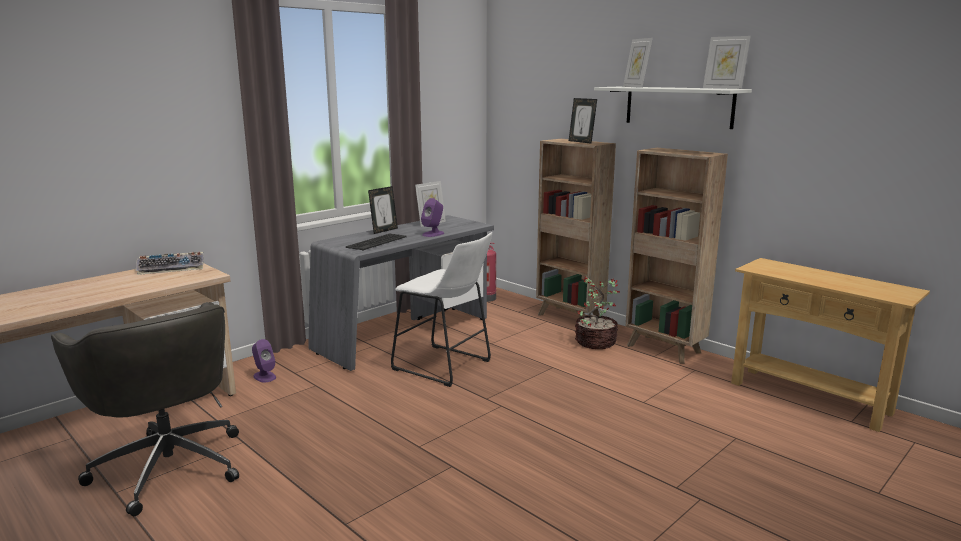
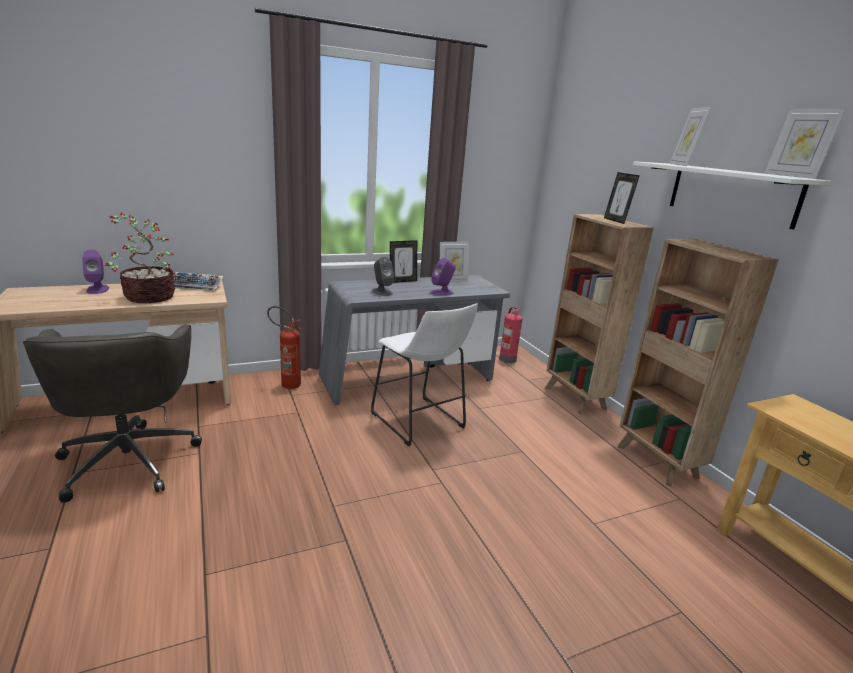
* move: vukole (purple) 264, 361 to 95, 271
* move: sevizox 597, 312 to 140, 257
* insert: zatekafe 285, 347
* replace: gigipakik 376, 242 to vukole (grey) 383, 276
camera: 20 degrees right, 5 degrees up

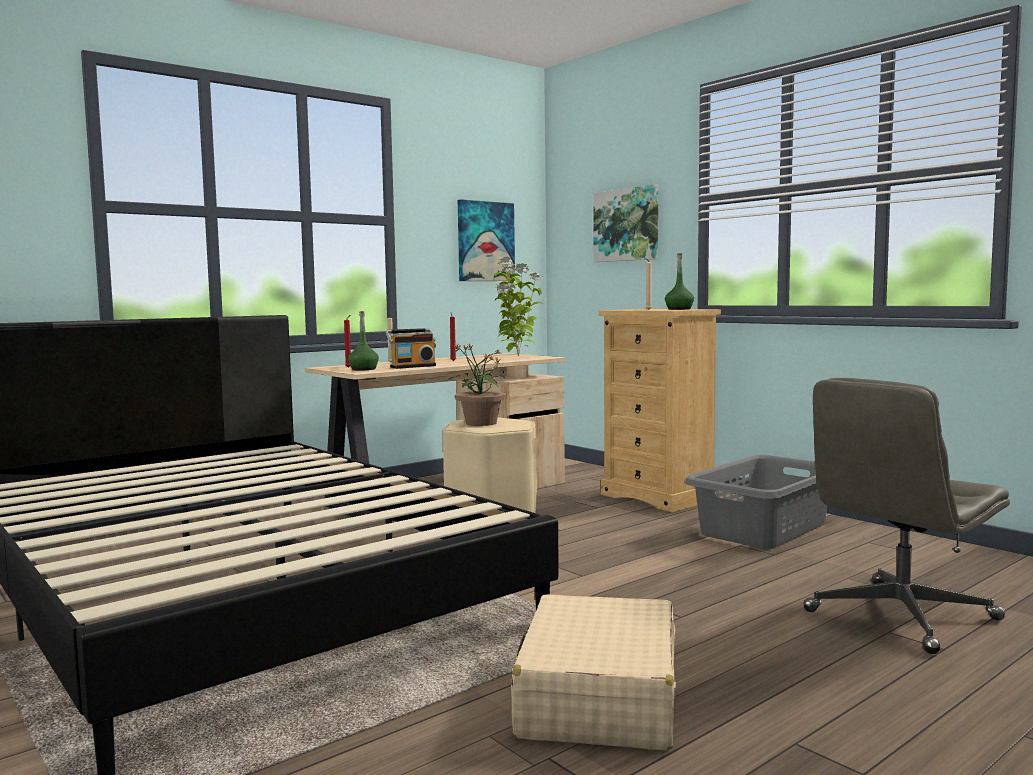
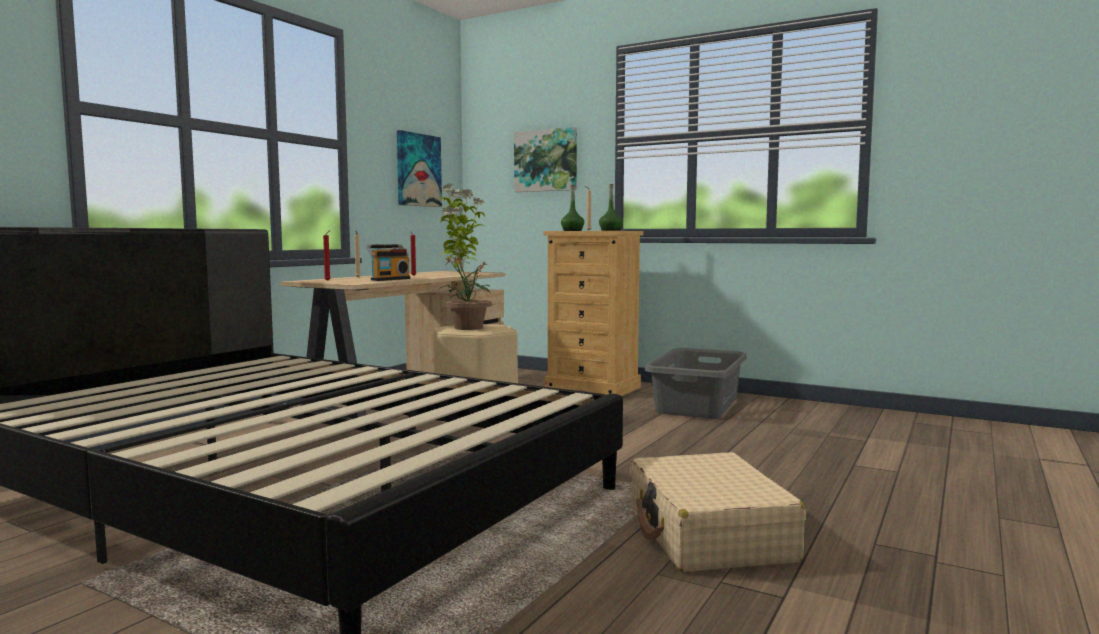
* move: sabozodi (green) 363, 340 to 572, 208
* delete: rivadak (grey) 906, 516
camera: 20 degrees left, 0 degrees up

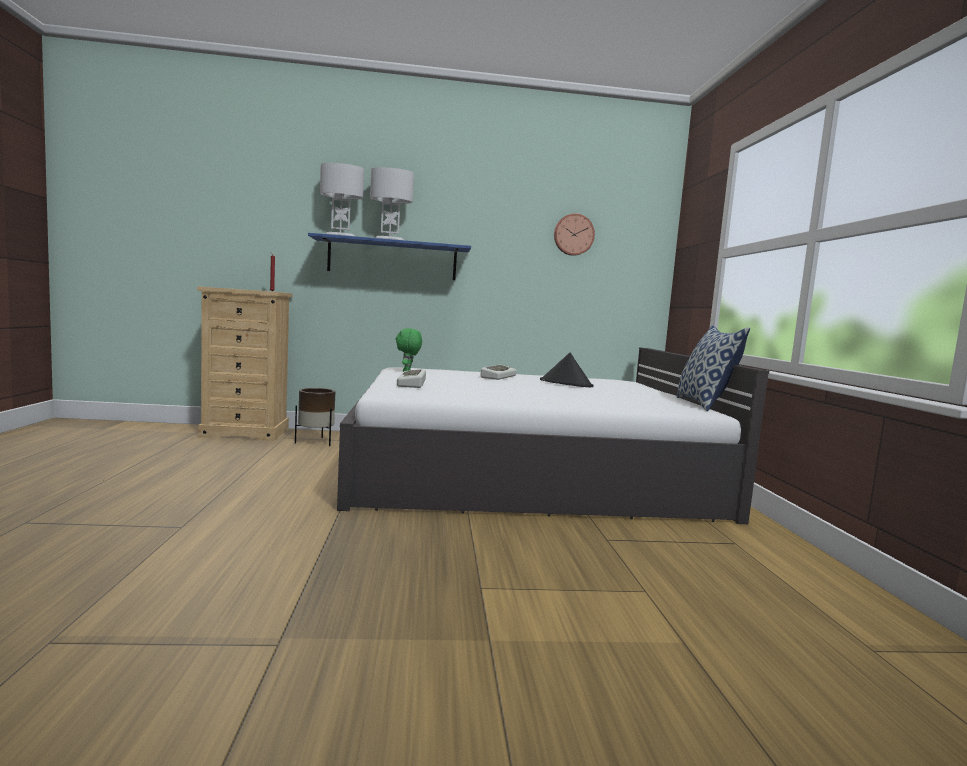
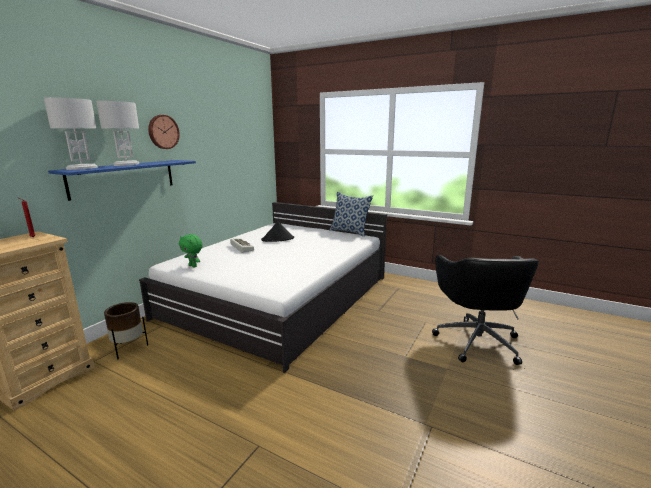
* move: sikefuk 574, 234 to 164, 132
* insert: rivadak (black) 485, 310
* delete: gigipakik 411, 378
camera: 55 degrees left, 10 degrees up

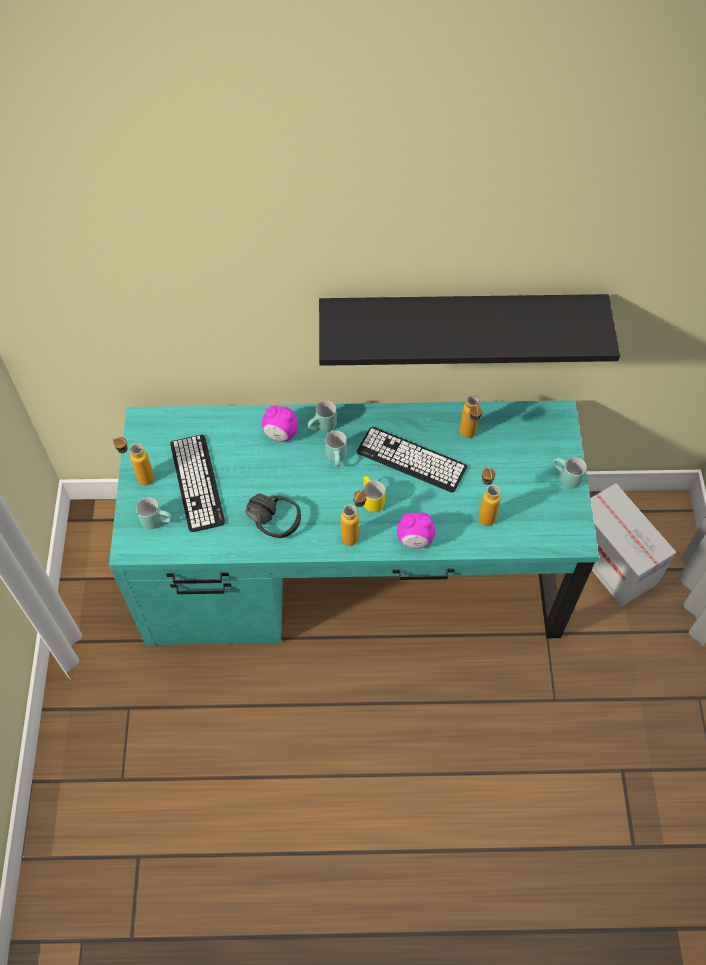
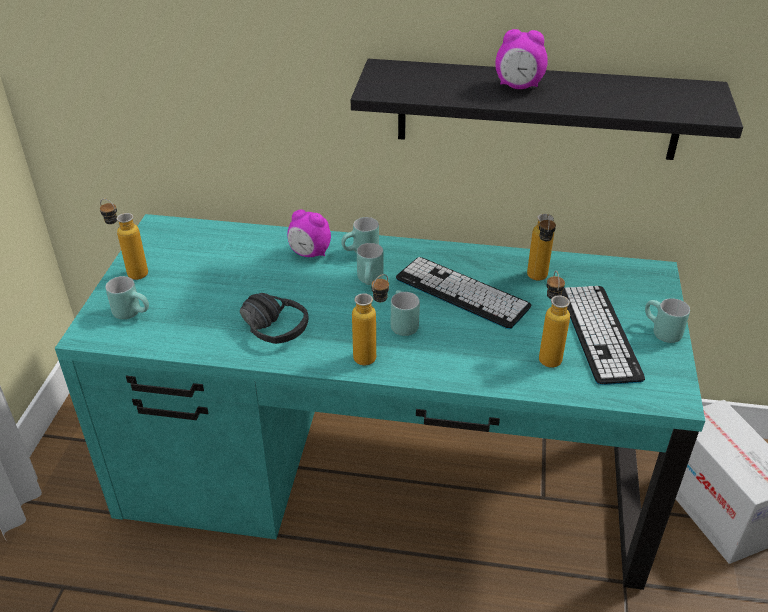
* recolor: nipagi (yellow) 374, 494 to nipagi (turquoise) 405, 313
* move: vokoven 416, 530 to 522, 59
* move: gigipakik 197, 483 to 603, 335
camera: 10 degrees right, 20 degrees down

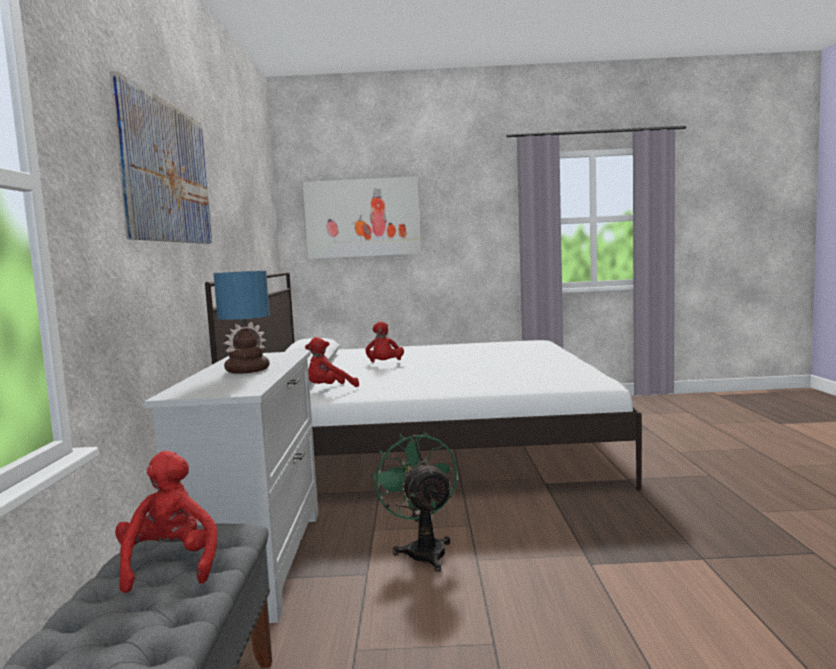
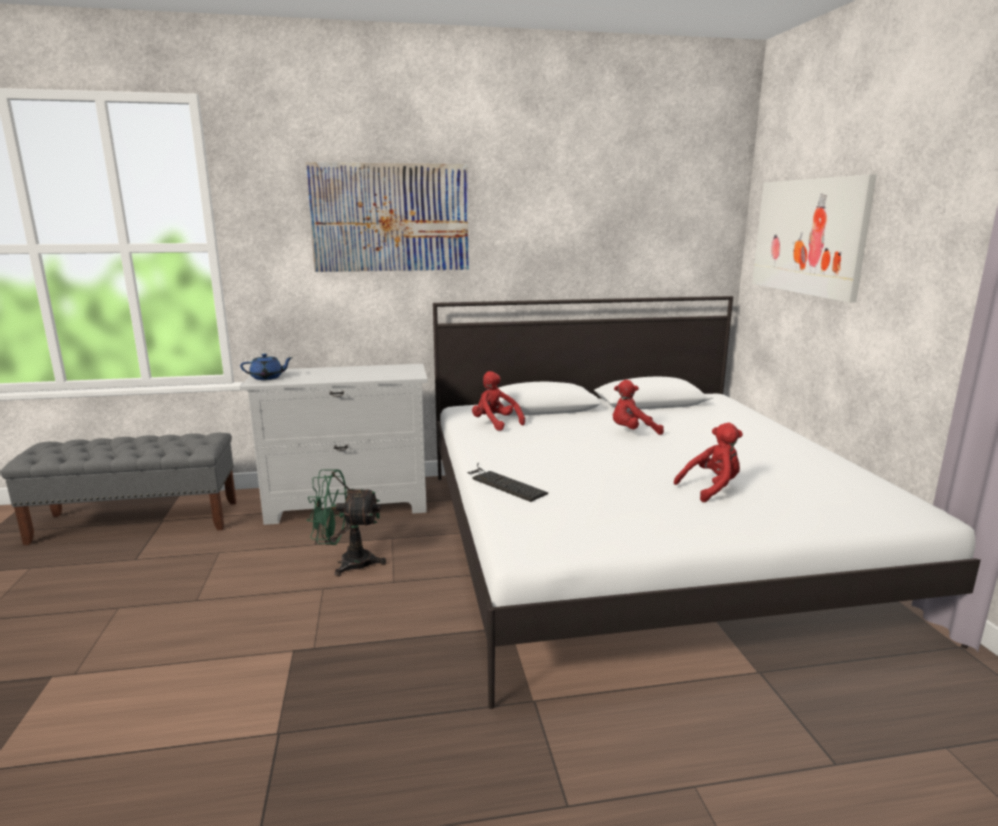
* insert: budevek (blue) 266, 367
* rotate: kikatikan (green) 414, 502 = 346, 523 150 degrees counterclockwise
* insert: gigipakik 507, 482
* move: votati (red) 166, 522 to 708, 462
* delete: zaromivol 242, 322
camera: 80 degrees right, 10 degrees up

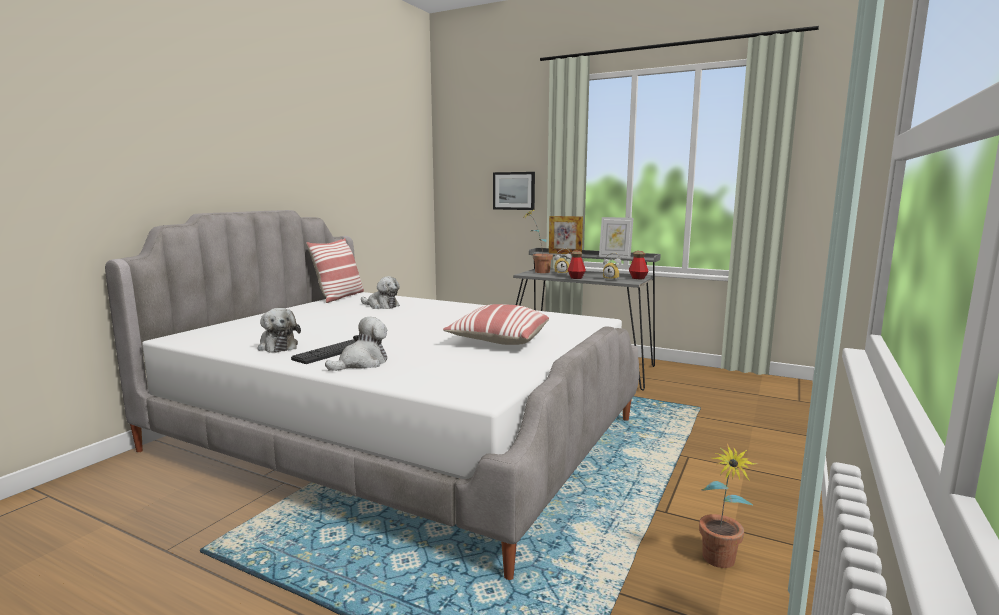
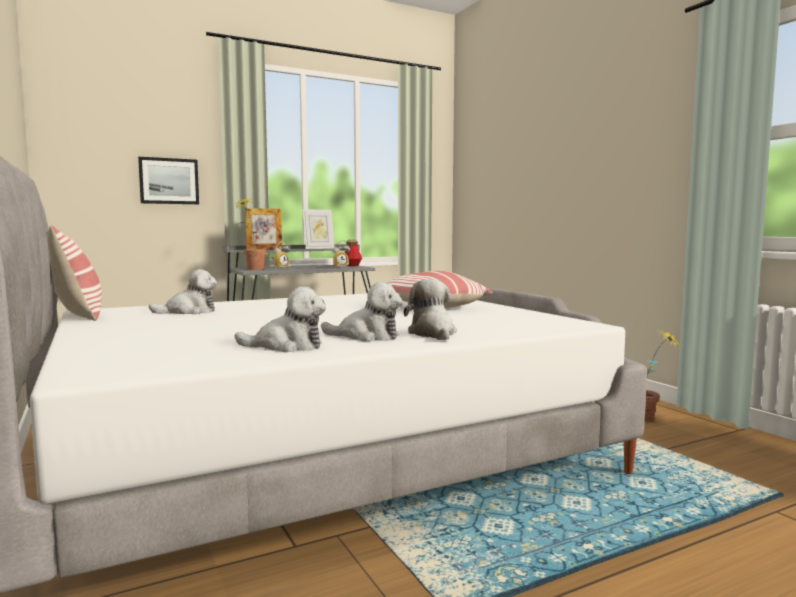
* replace: gigipakik 323, 351 to votati 361, 312
* delete: sabozodi 577, 265
camera: 55 degrees left, 5 degrees down

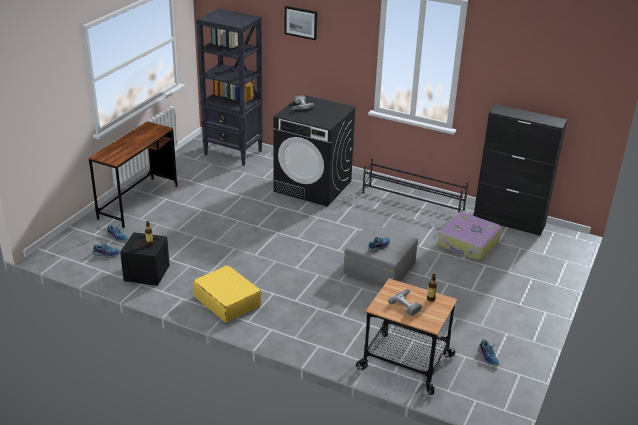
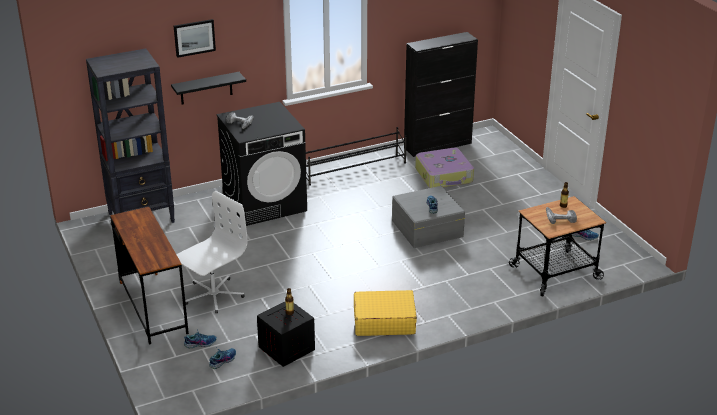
* insert: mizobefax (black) 208, 88
* insert: rivadak (white) 212, 252
camera: 50 degrees left, 0 degrees up

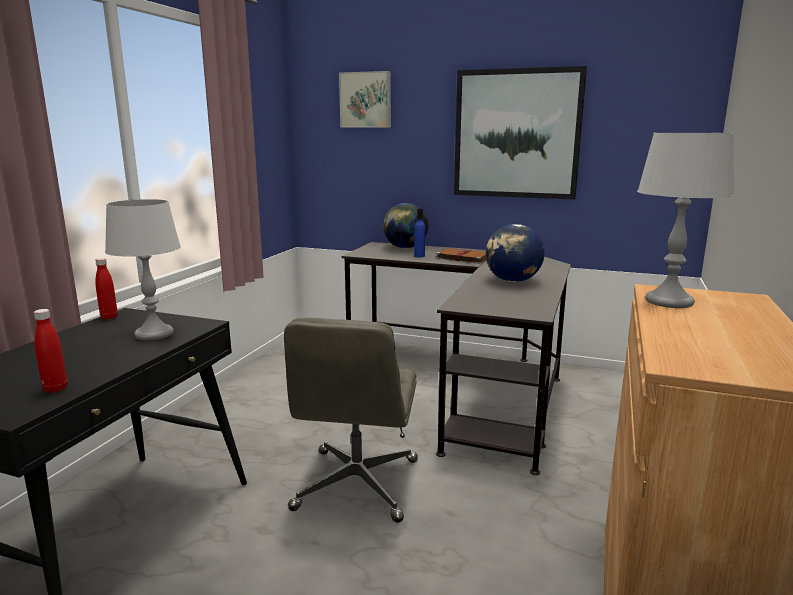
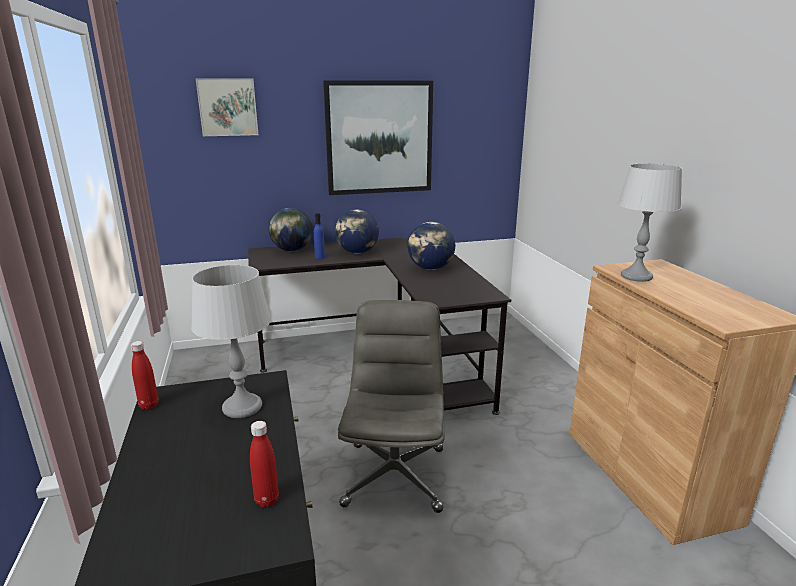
* replace: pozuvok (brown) 461, 256 to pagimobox 357, 232
* rotate: rivadak (grey) 351, 420 = 391, 406 150 degrees counterclockwise
camera: 35 degrees left, 5 degrees up

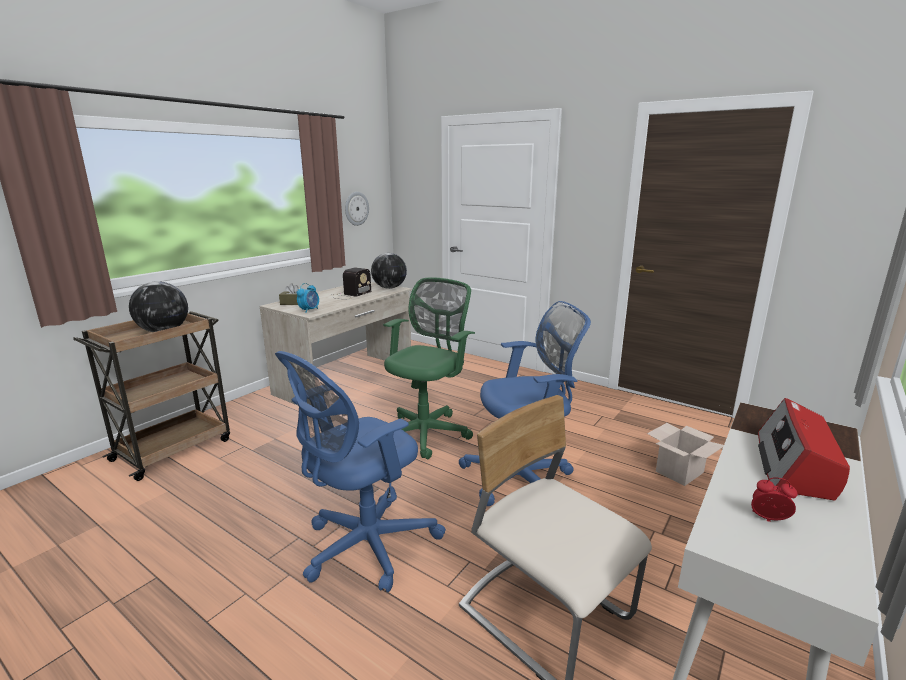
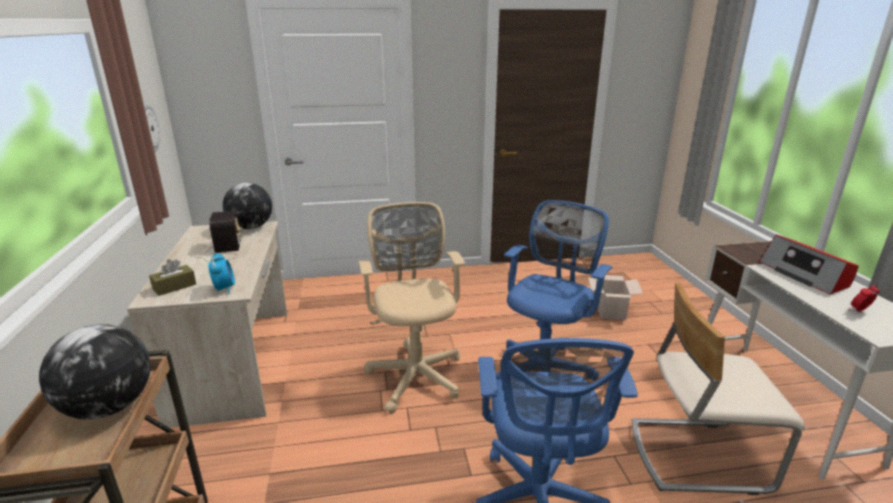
* recolor: rivadak (green) 429, 368 to rivadak (beige) 412, 308
camera: 45 degrees left, 5 degrees up

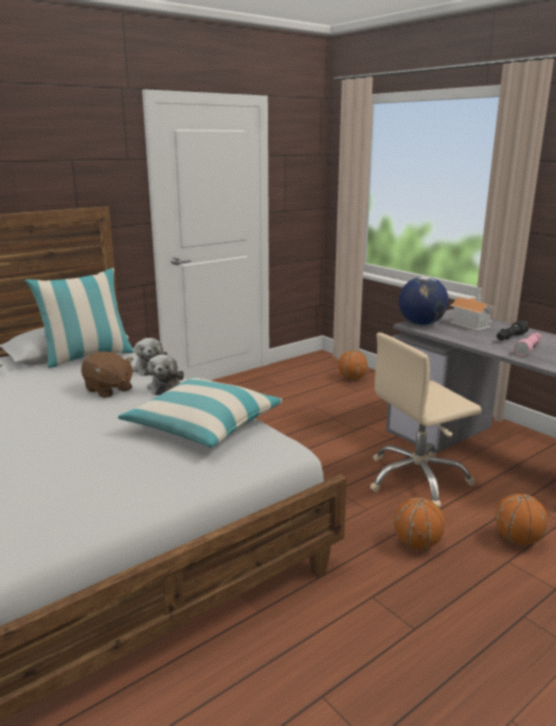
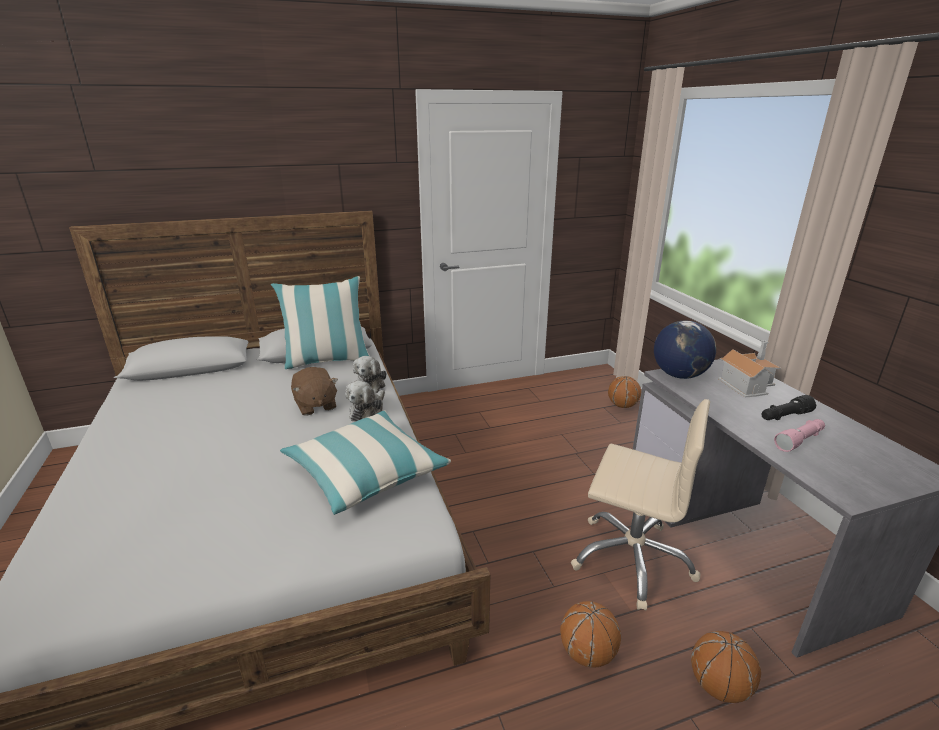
* rotate: rivadak (beige) 426, 420 = 640, 504 150 degrees counterclockwise
camera: 20 degrees right, 5 degrees up

